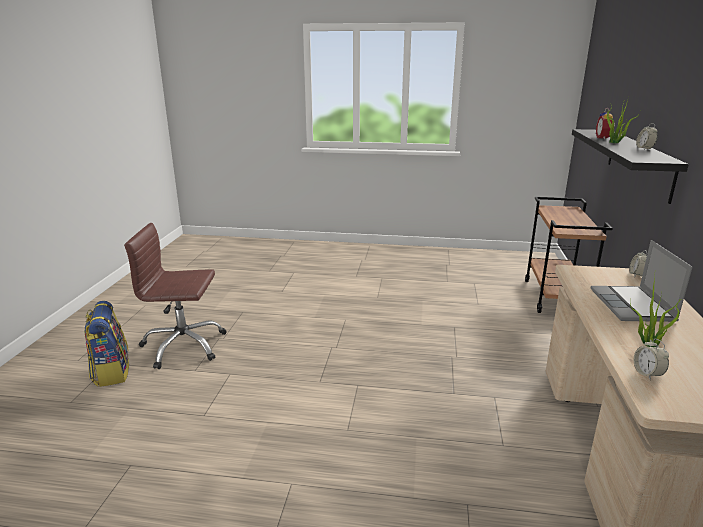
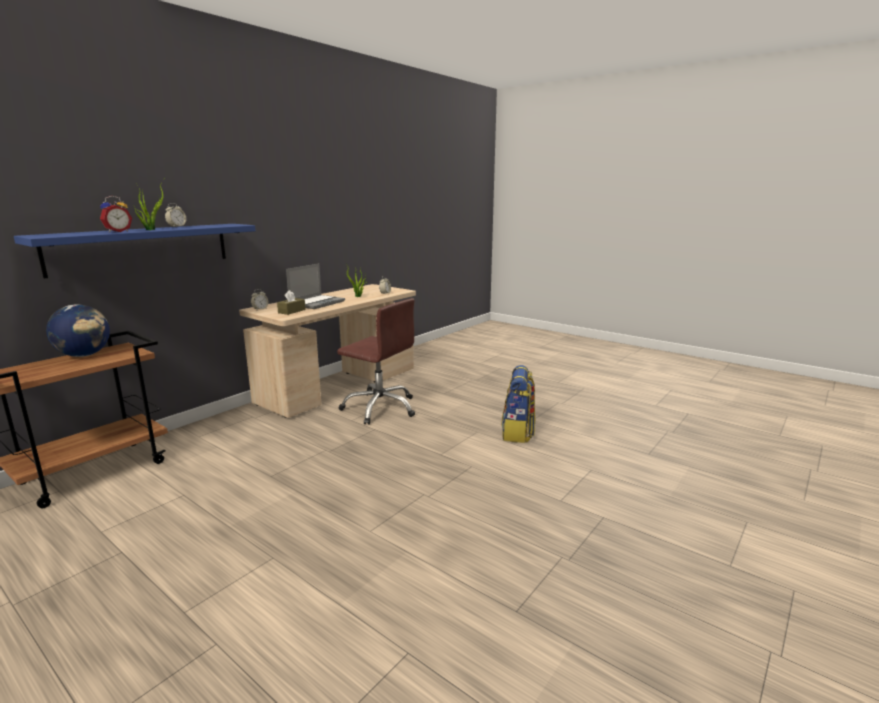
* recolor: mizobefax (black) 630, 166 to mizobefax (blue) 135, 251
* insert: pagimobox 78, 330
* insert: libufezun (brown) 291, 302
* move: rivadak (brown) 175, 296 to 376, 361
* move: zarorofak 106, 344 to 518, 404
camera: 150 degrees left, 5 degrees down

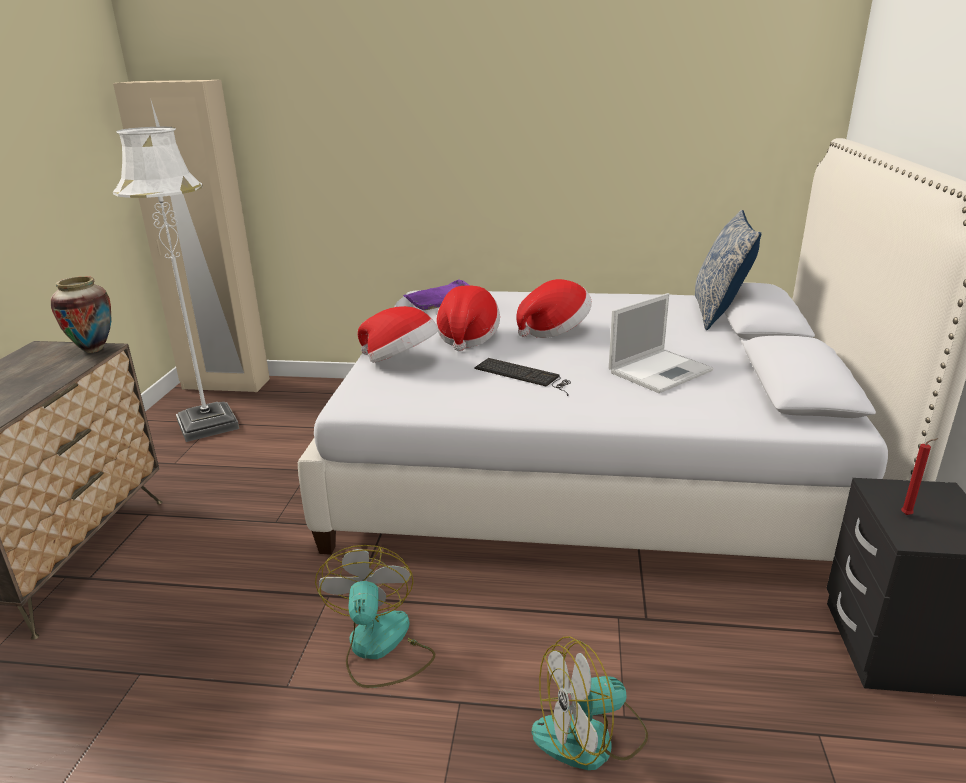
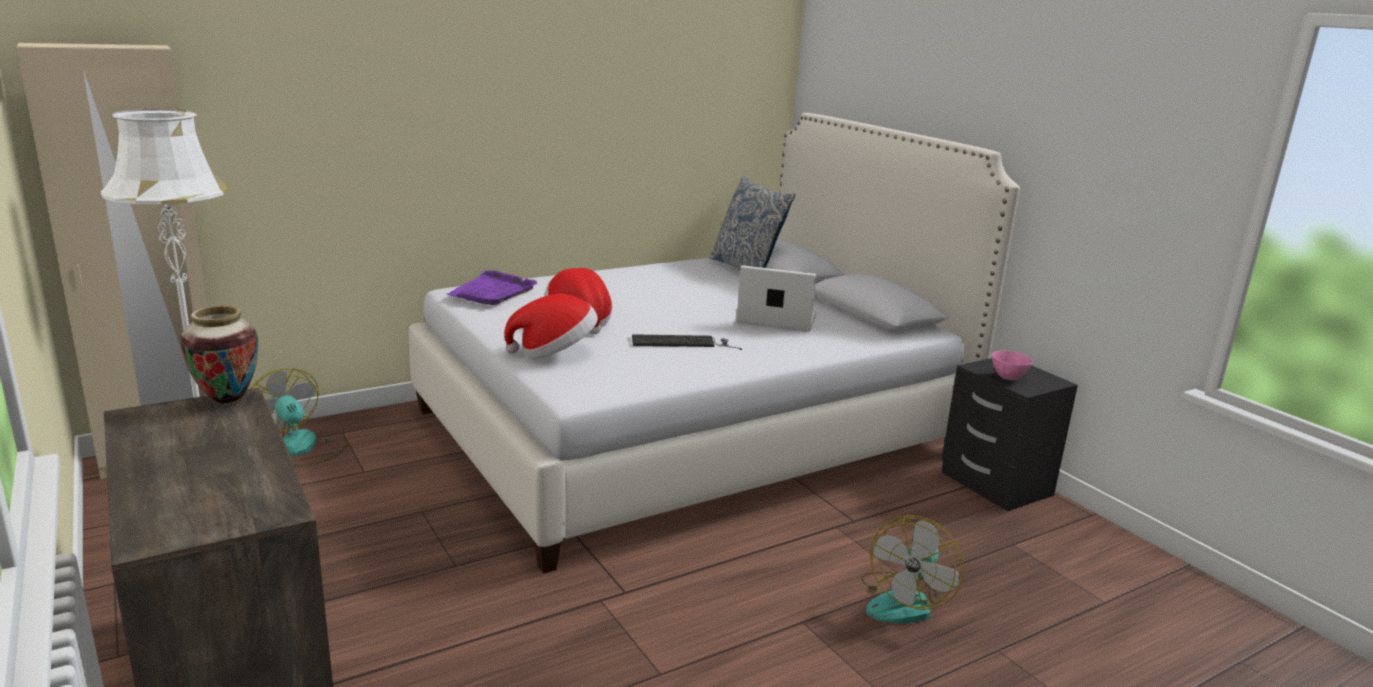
* move: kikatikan 375, 616 to 299, 417
* rotate: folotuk 661, 343 = 777, 298 90 degrees counterclockwise
* replace: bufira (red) 920, 476 to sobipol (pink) 1012, 365
* delete: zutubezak 554, 308
camera: 40 degrees left, 5 degrees down

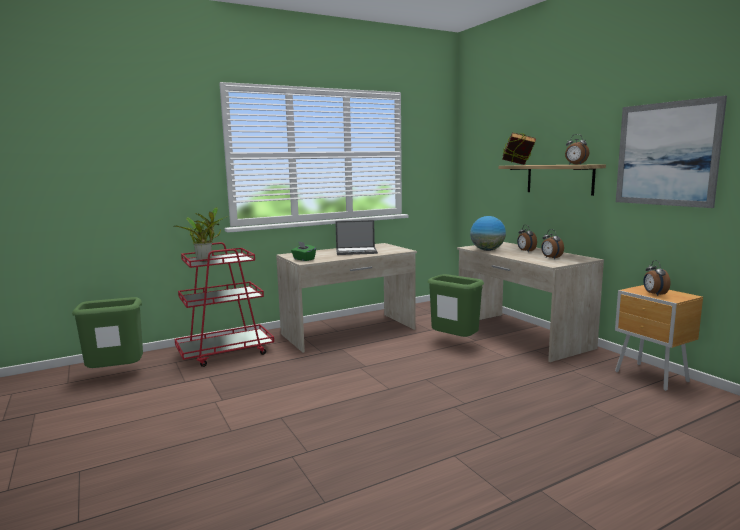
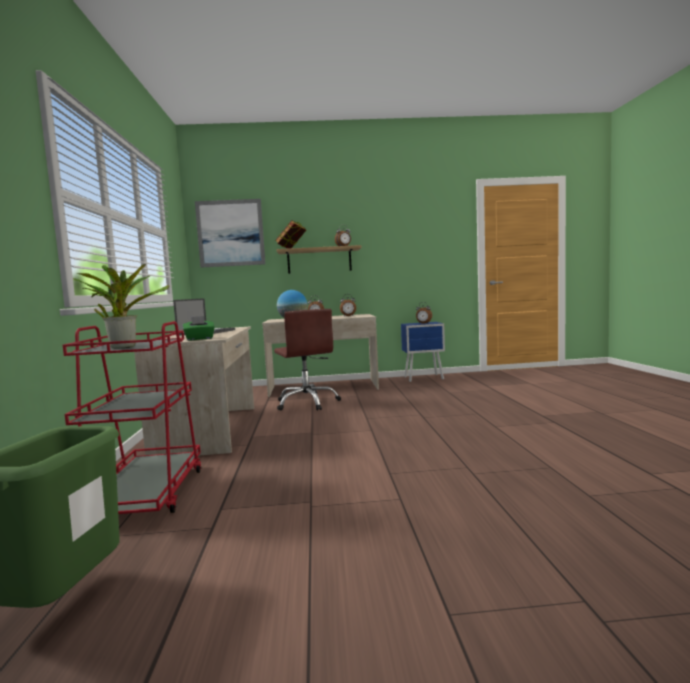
* move: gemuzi 671, 152 to 230, 233
* replace: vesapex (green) 456, 305 to rivadak (brown) 307, 360
* recolor: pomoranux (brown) 659, 338 to pomoranux (blue) 423, 352
camera: 65 degrees left, 5 degrees down

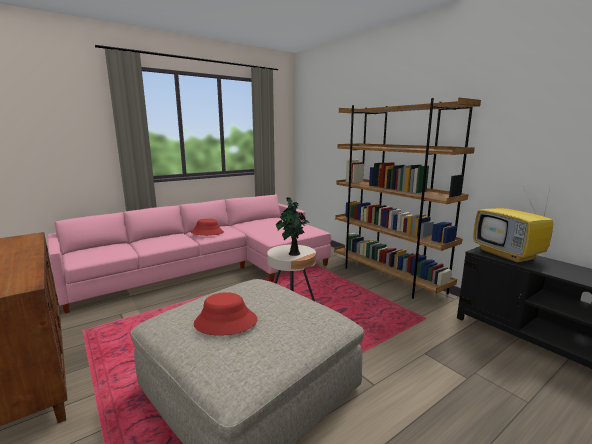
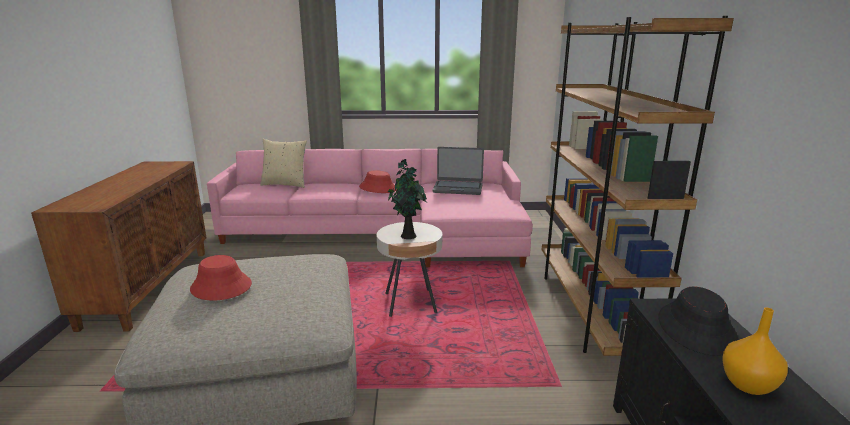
* insert: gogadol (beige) 283, 163
* insert: folotuk 458, 171
* replace: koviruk 513, 225 to zutubezak (black) 698, 321
* insert: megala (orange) 755, 351
camera: 35 degrees right, 5 degrees up

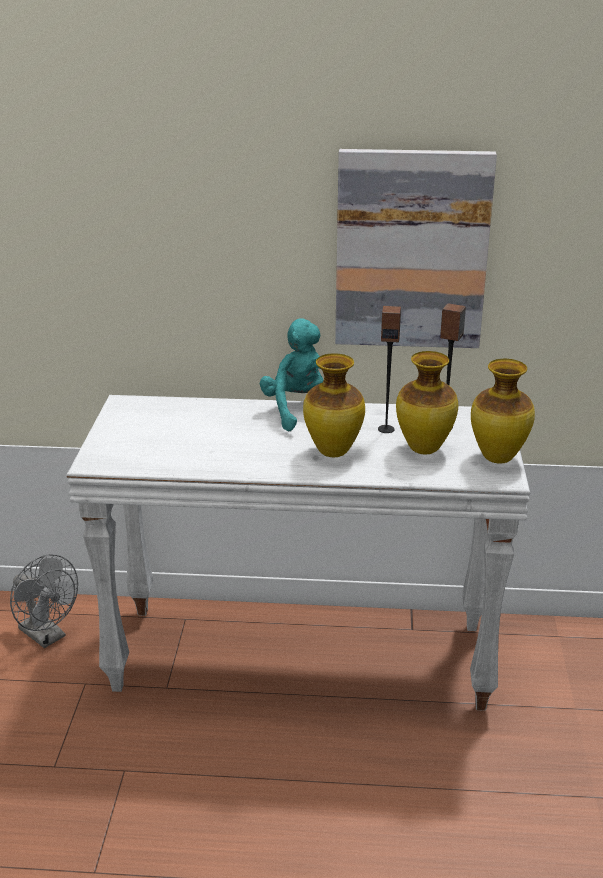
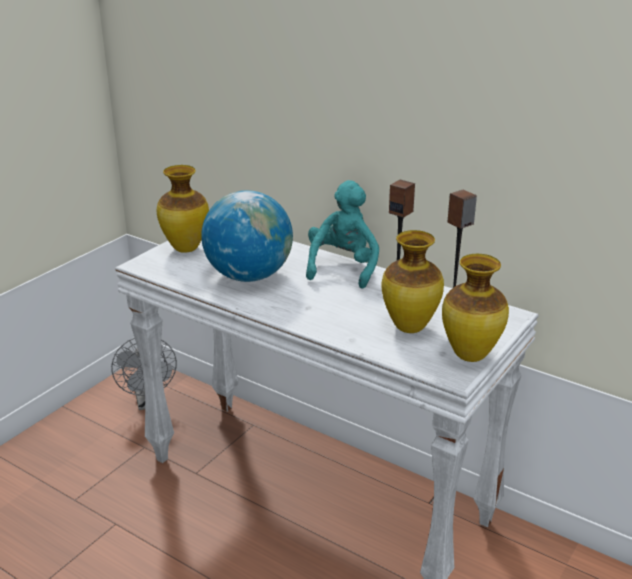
* move: megala 334, 405 to 183, 209
* insert: pagimobox 247, 236
* delete: gemuzi 416, 248
camera: 30 degrees right, 0 degrees up

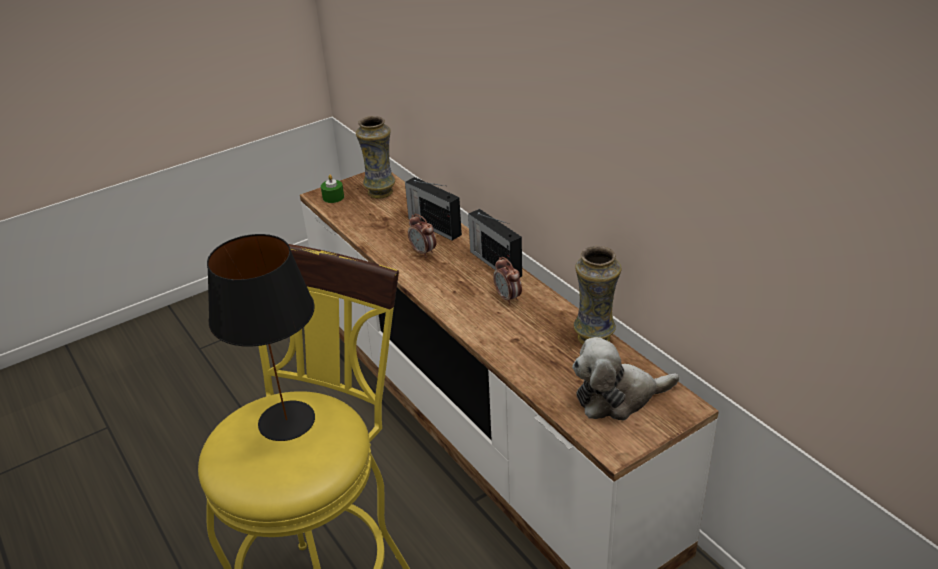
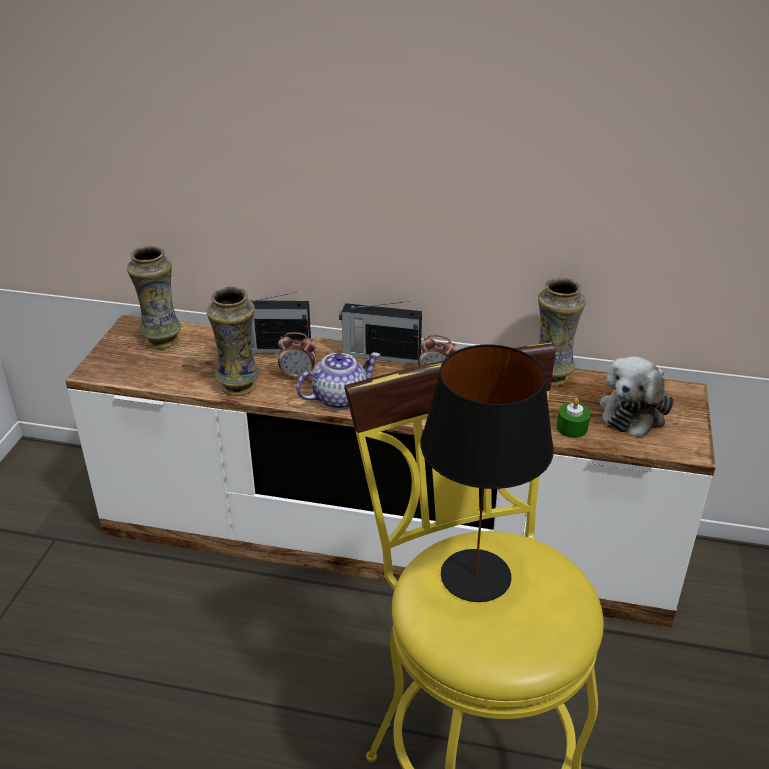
* insert: megala 233, 341
* insert: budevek 338, 380
* move: bufira (green) 332, 189 to 573, 418
camera: 45 degrees left, 0 degrees up

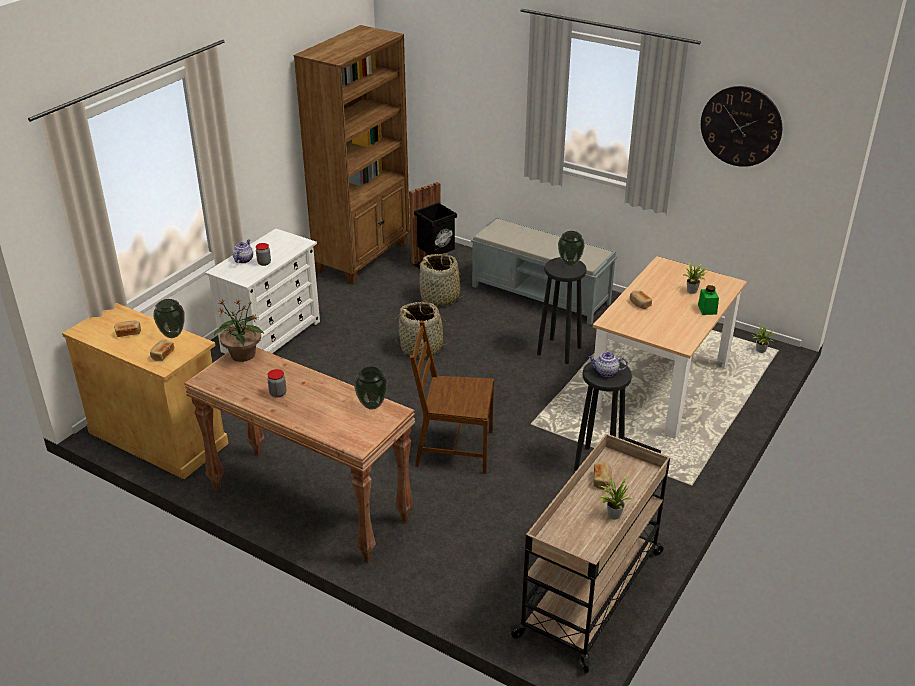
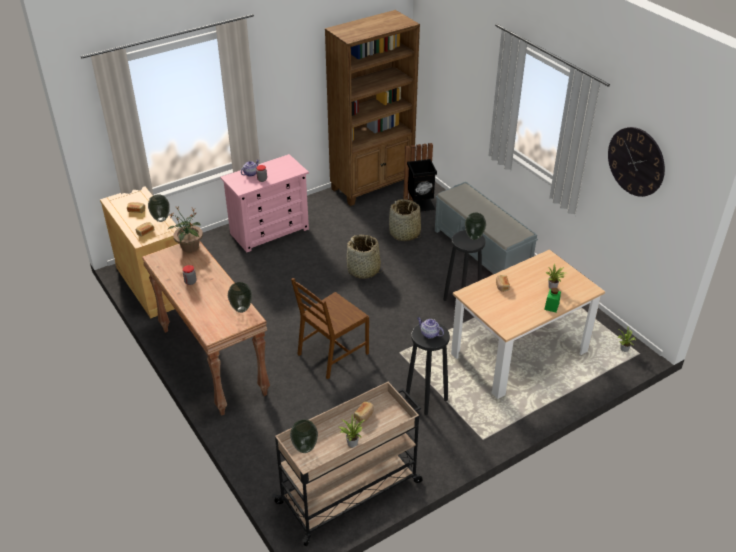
* recolor: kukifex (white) 262, 291 to kukifex (pink) 264, 203
* insert: megala 304, 436
* rotate: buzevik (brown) 452, 397 = 330, 328 75 degrees counterclockwise
camera: 25 degrees right, 5 degrees up

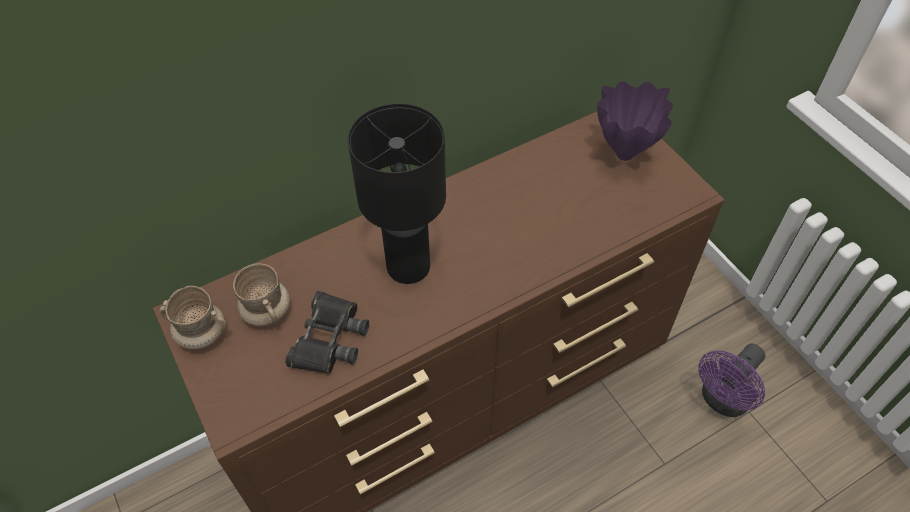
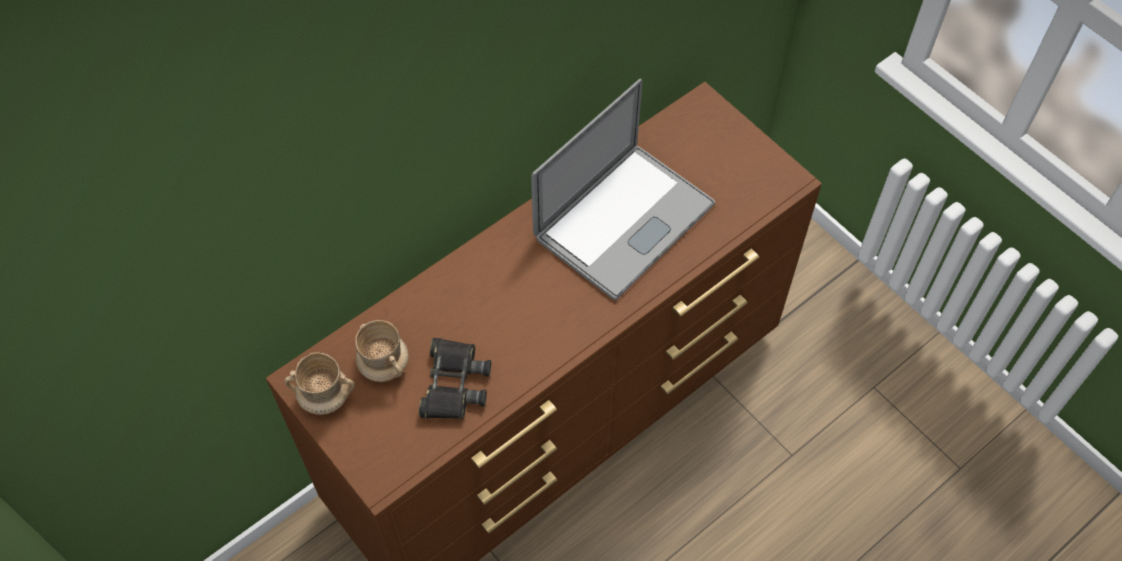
* insert: folotuk 623, 189
* delete: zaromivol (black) 397, 193
* delete: megala (purple) 635, 121
* delete: kikatikan (purple) 732, 380
camera: 10 degrees left, 5 degrees up

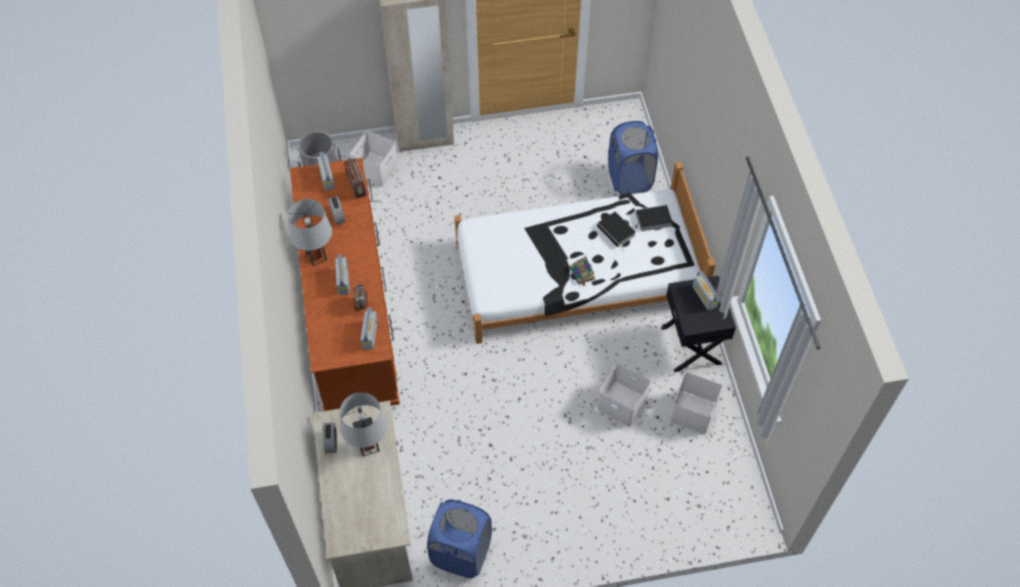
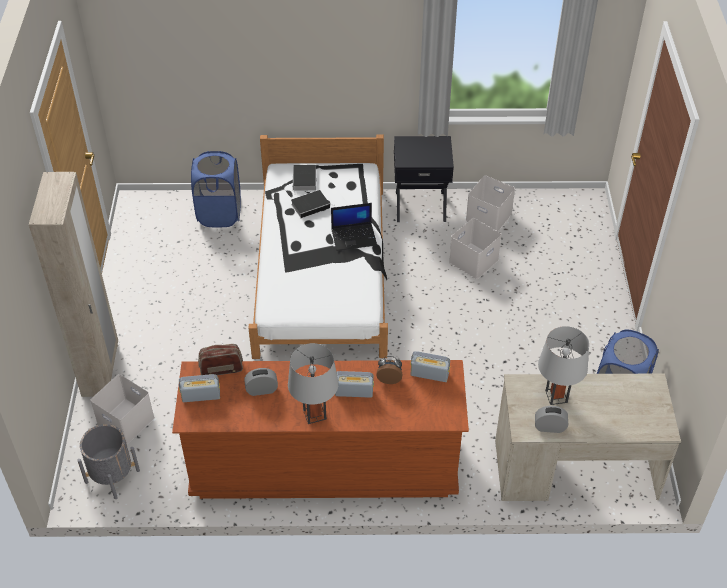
* replace: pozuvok 582, 271 to folotuk 354, 227
* delete: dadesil 705, 290
camera: 80 degrees left, 10 degrees down

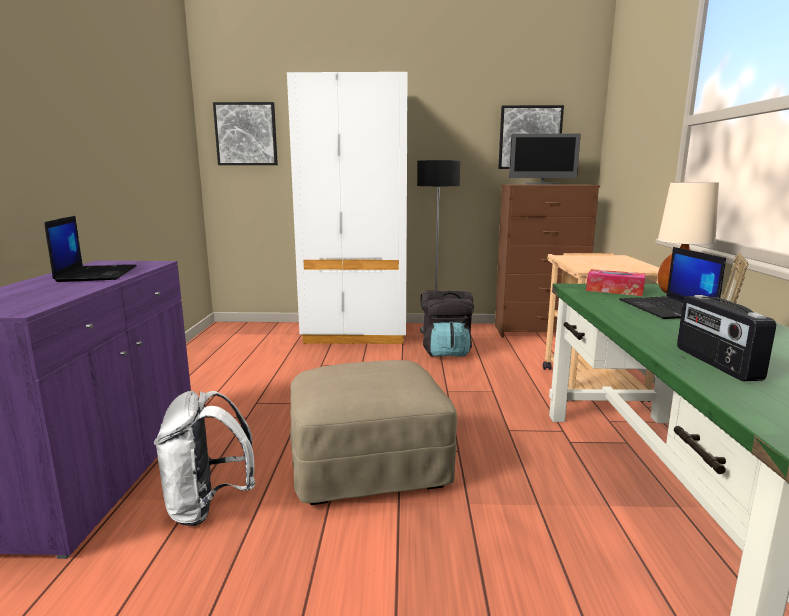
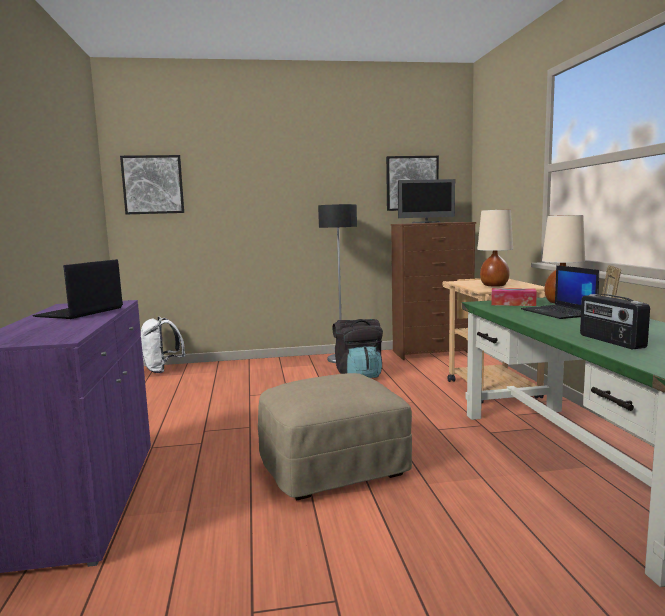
* rotate: folotuk 90, 249 = 77, 289 135 degrees counterclockwise
* move: zarorofak (white) 204, 458 to 162, 344
* insert: zaromivol (beige) 495, 248
* delete: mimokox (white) 347, 208
camera: 10 degrees left, 5 degrees down

